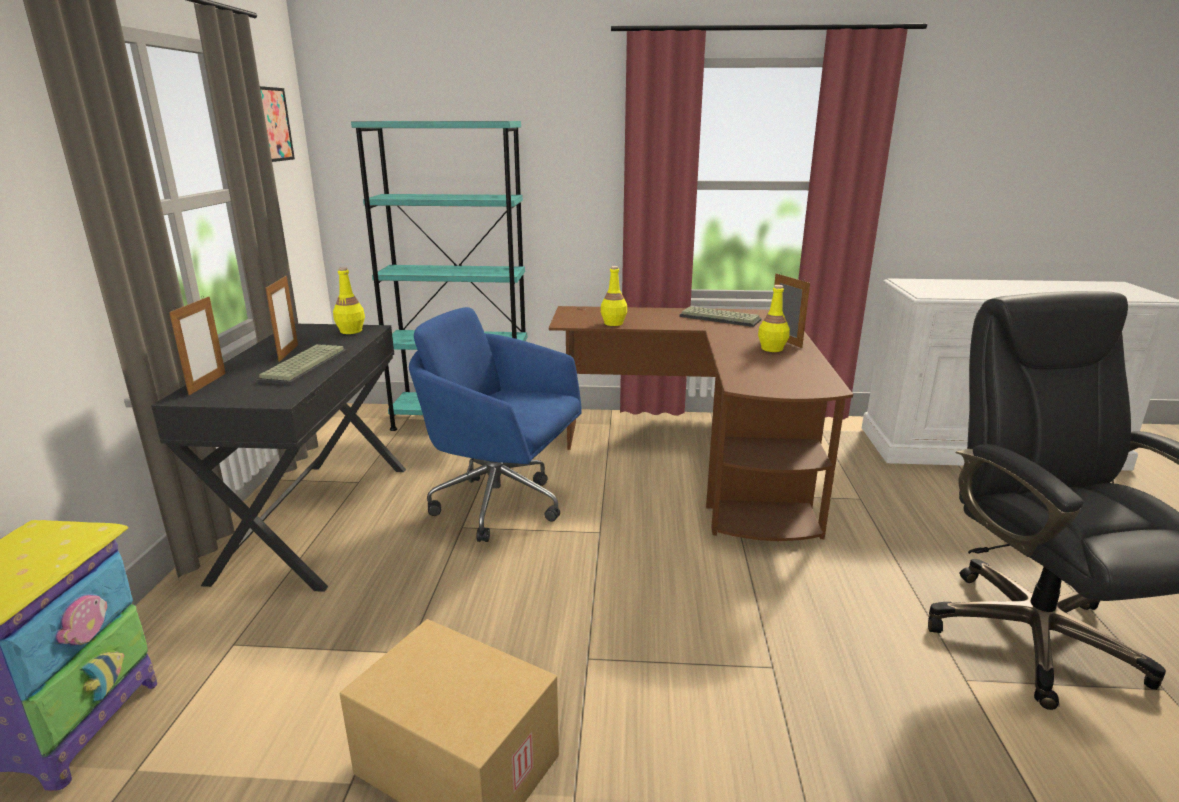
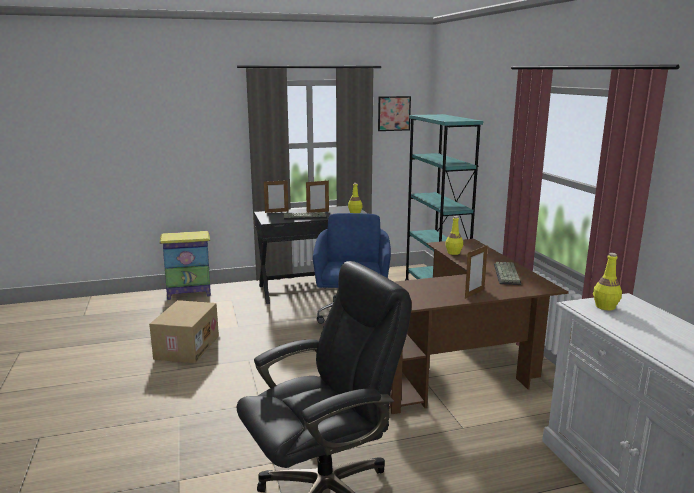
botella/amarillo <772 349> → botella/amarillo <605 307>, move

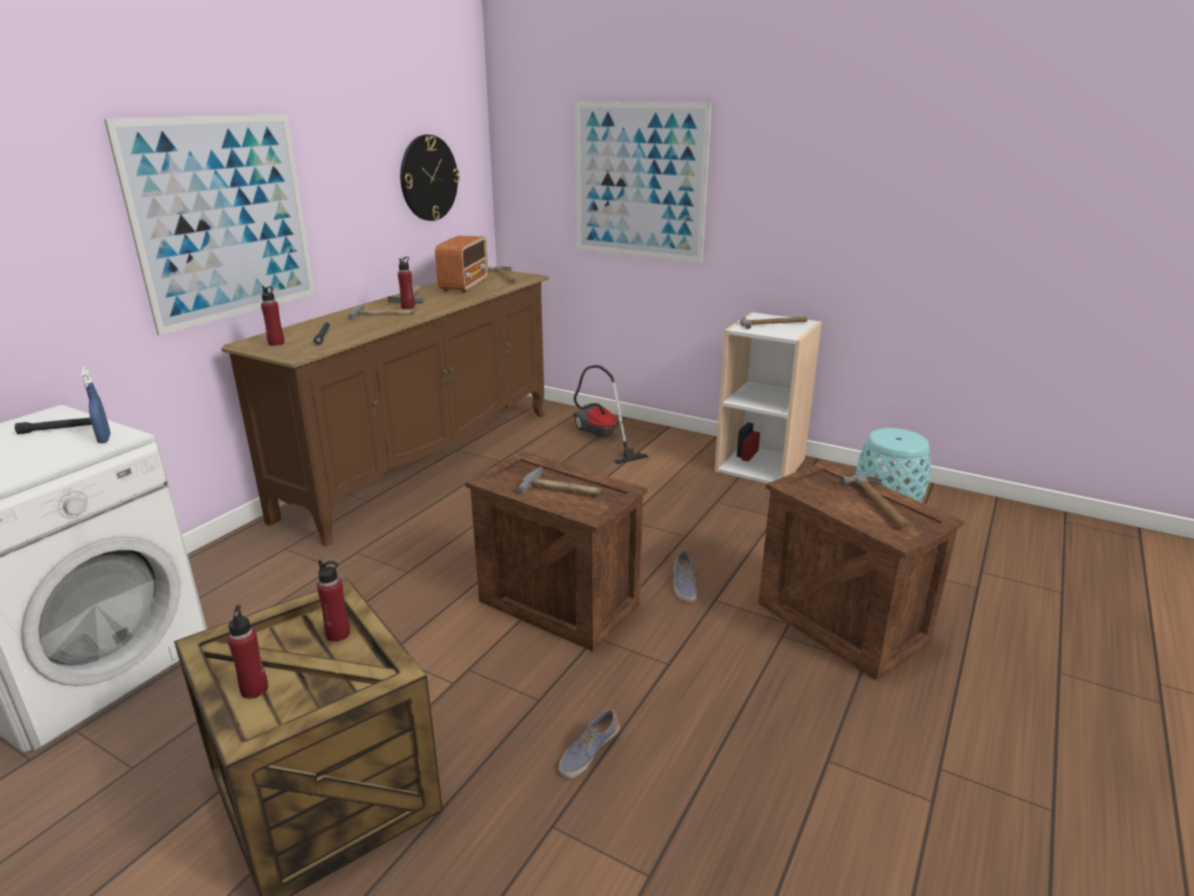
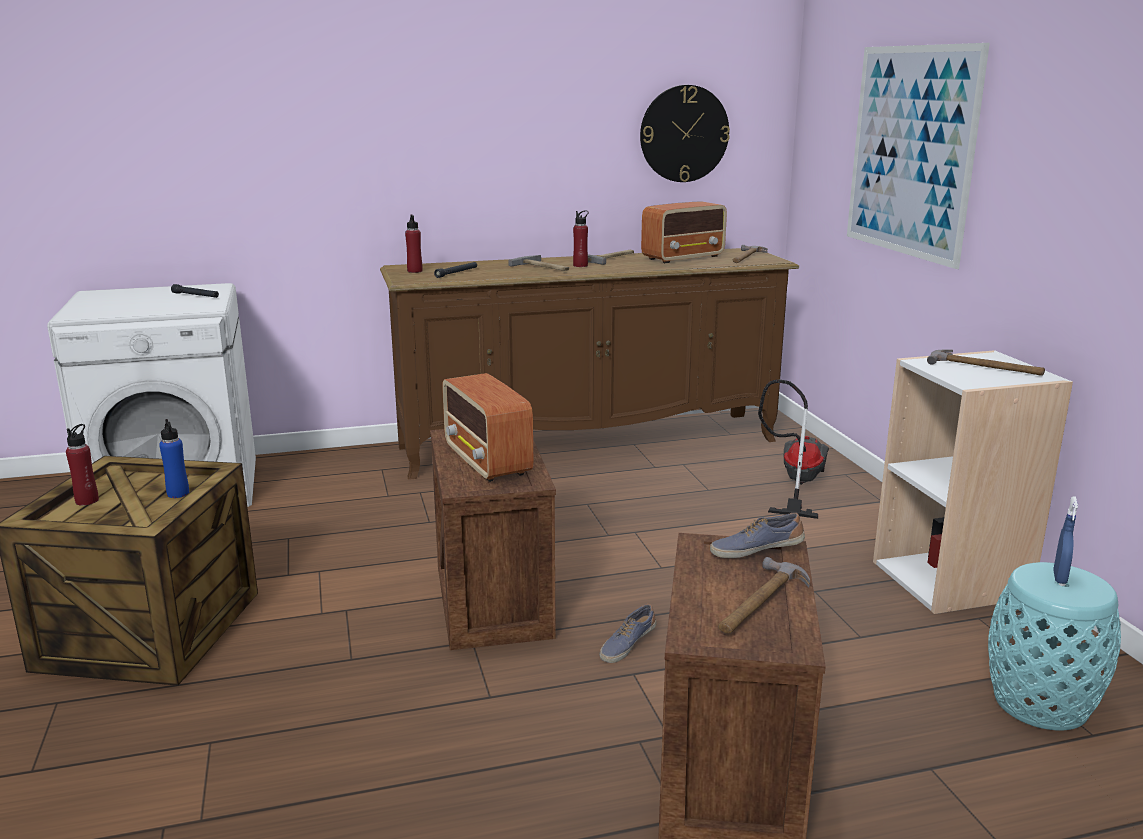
botella/rojo <338 634> → botella/azul <178 494>
martillo <563 488> → radio <487 461>
zapato <588 752> → zapato <756 550>, move
pulverizador/azul <104 439> → pulverizador/azul <1059 577>, move
cuadro <224 219> → -

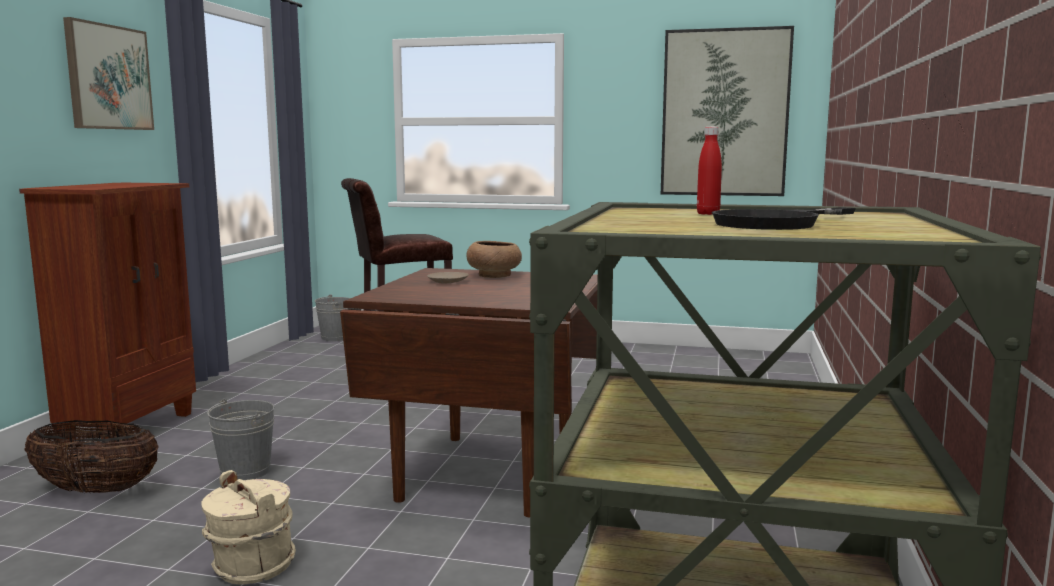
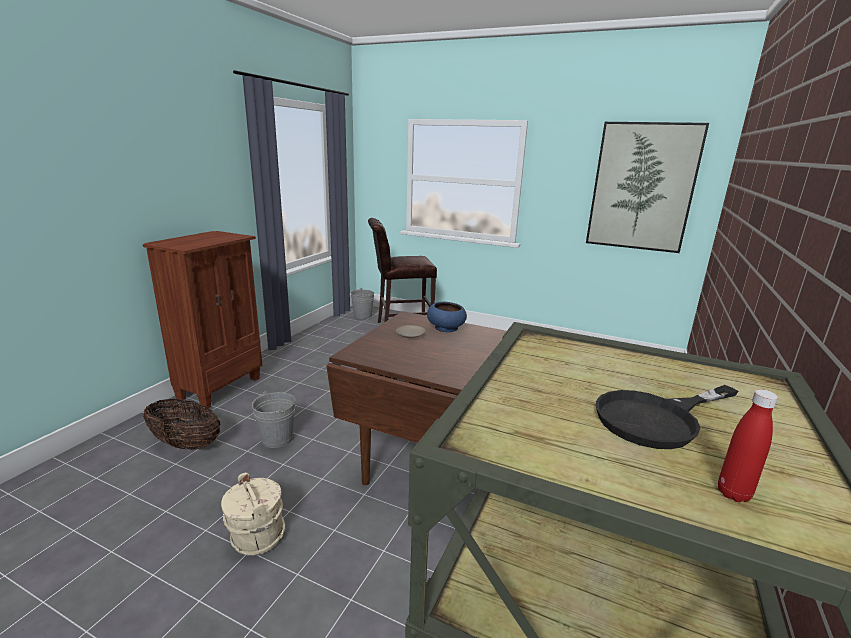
cuenco/marrón <494 275> → cuenco/azul <446 328>
botella/rojo <708 214> → botella/rojo <733 493>, move
cuadro <108 77> → -

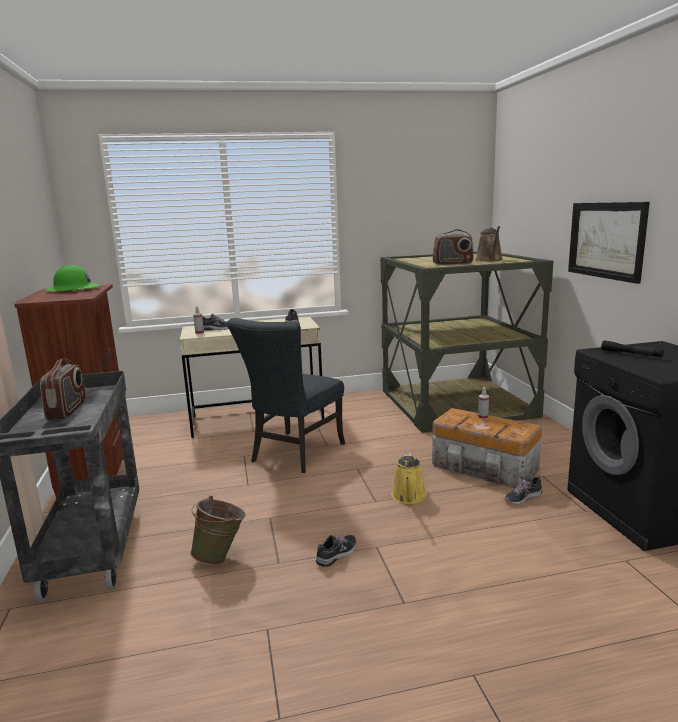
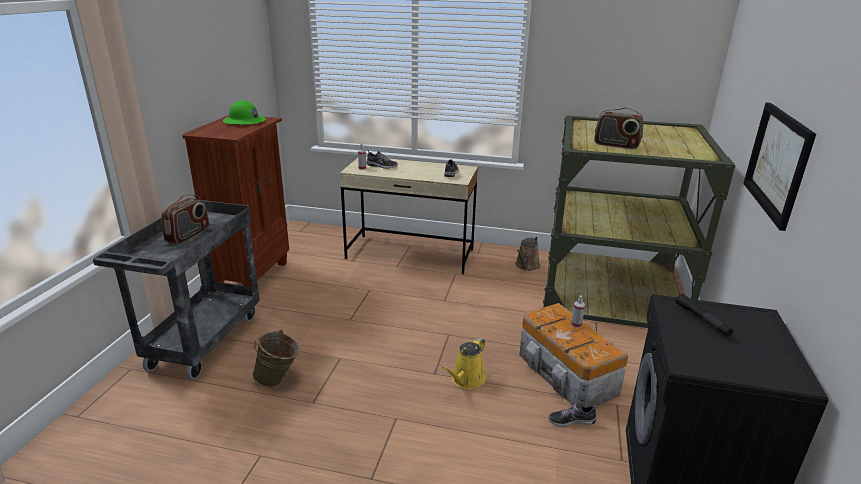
regadera/marrón <489 260> → regadera/marrón <526 266>, move
silla/gris <294 454> → -
zapato <337 554> → -

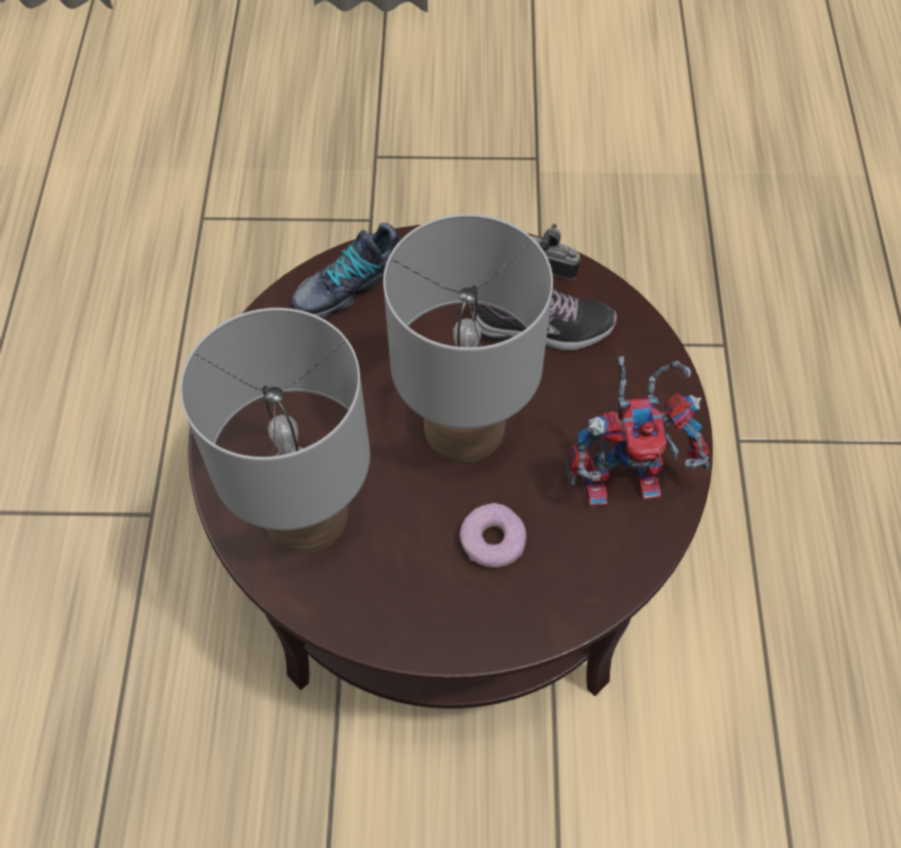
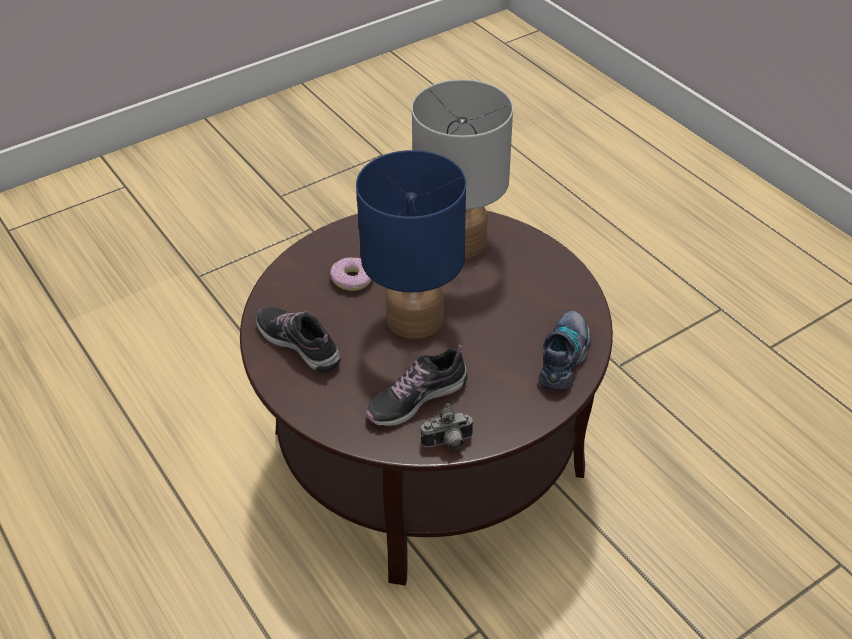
robot de juguete <626 476> → zapato <299 344>
lámpara de mesa/gris <464 427> → lámpara de mesa/azul <415 320>

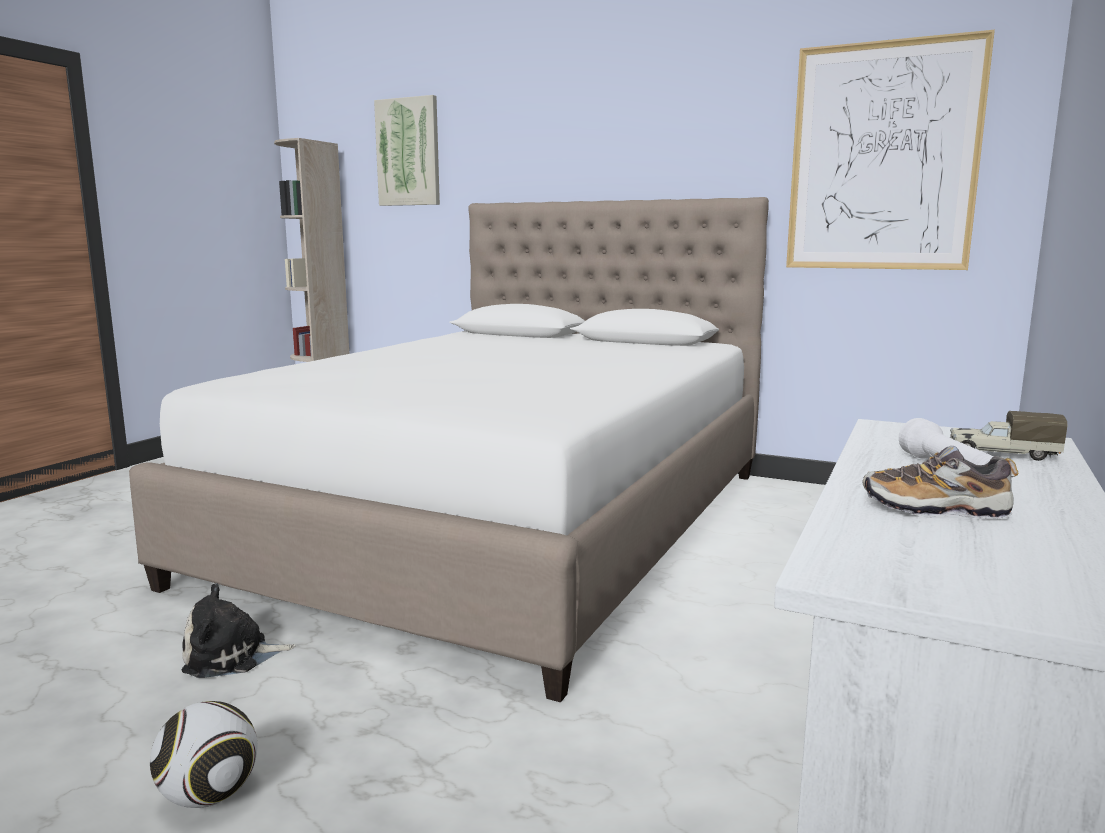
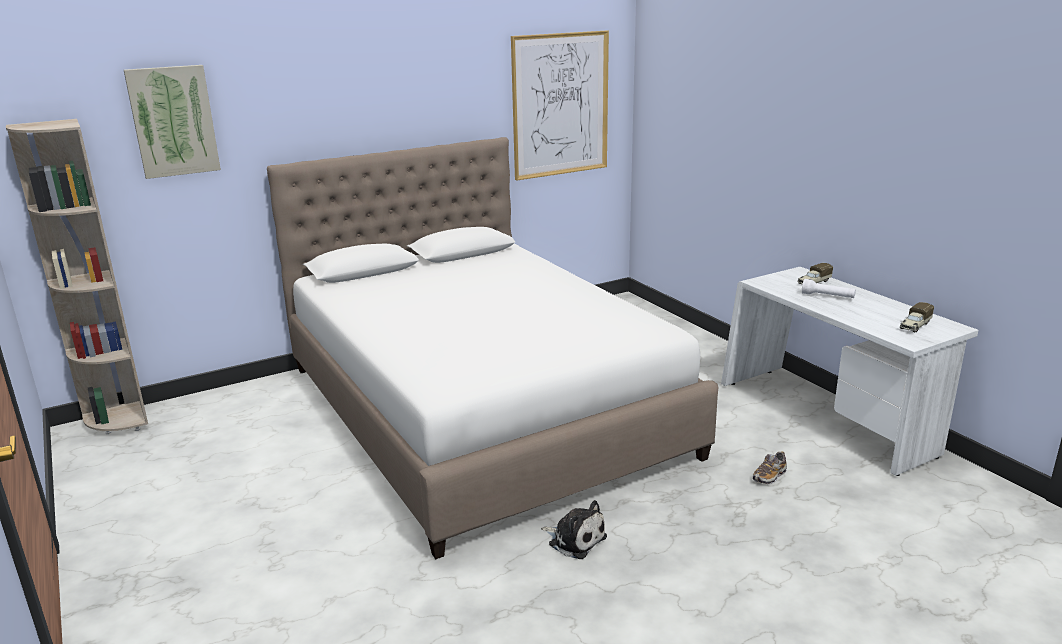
peluche <232 656> → peluche <575 539>, 75 degrees counterclockwise
zapato <935 510> → zapato <769 476>, move
- → camión de juguete <914 326>
balón de fútbol <209 796> → -

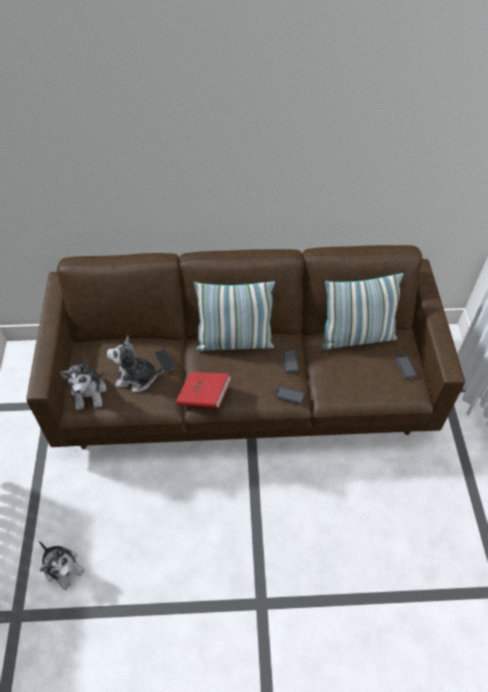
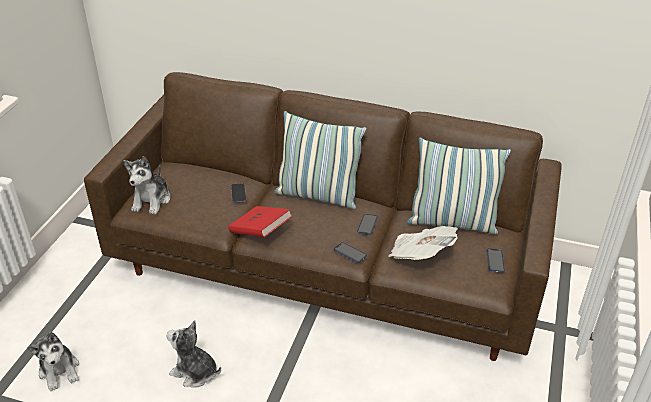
peluche <136 378> → peluche <195 372>, move
- → periódico <420 255>

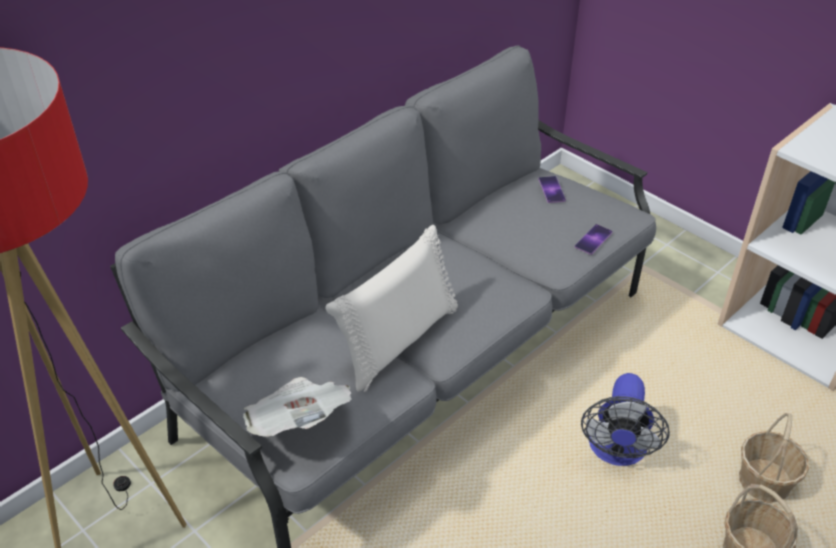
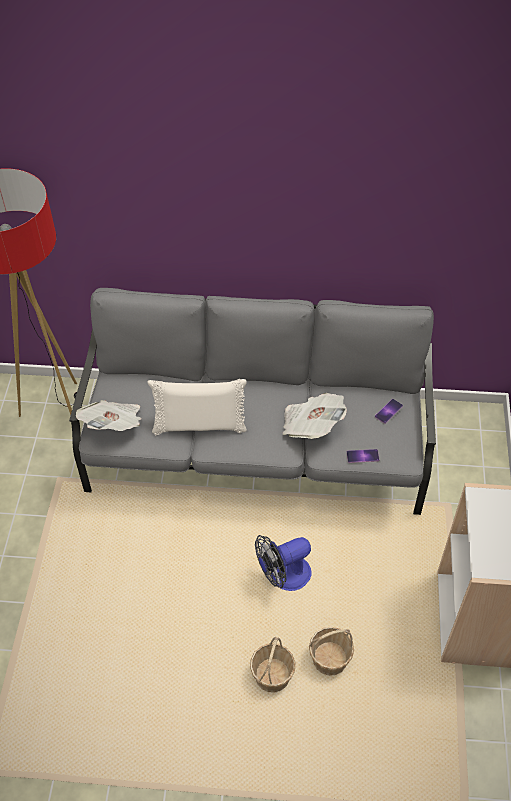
- → periódico <311 425>

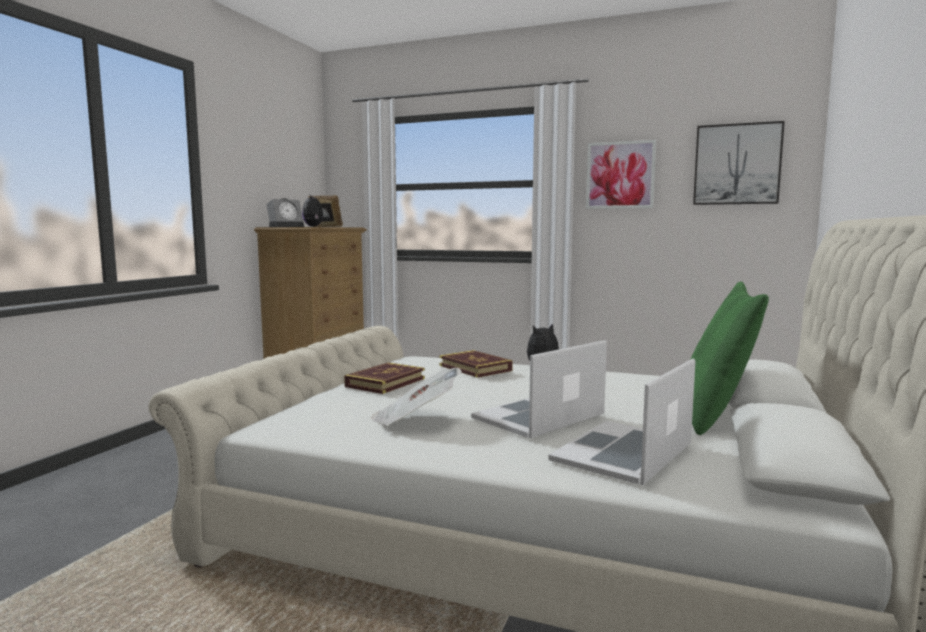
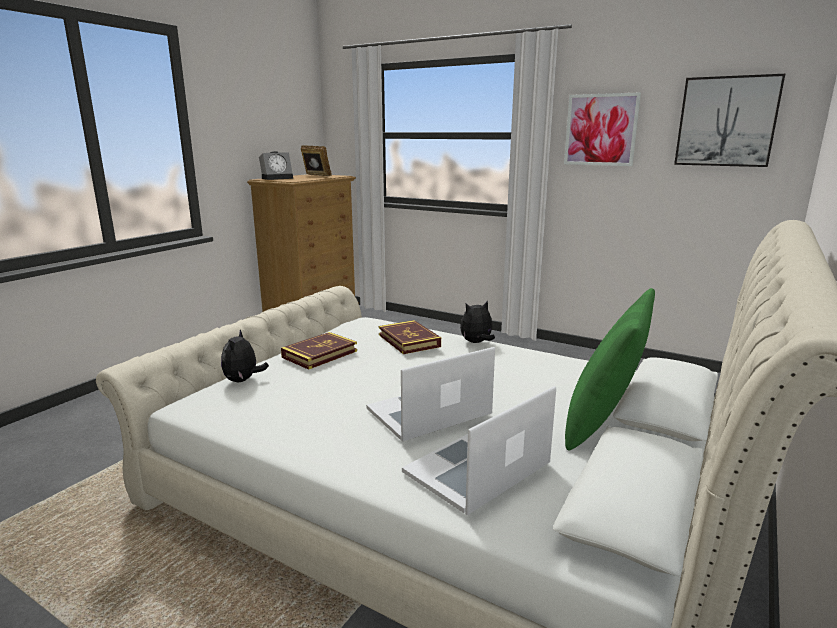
peluche <314 226> → peluche <243 380>, move
periódico <414 420> → -

